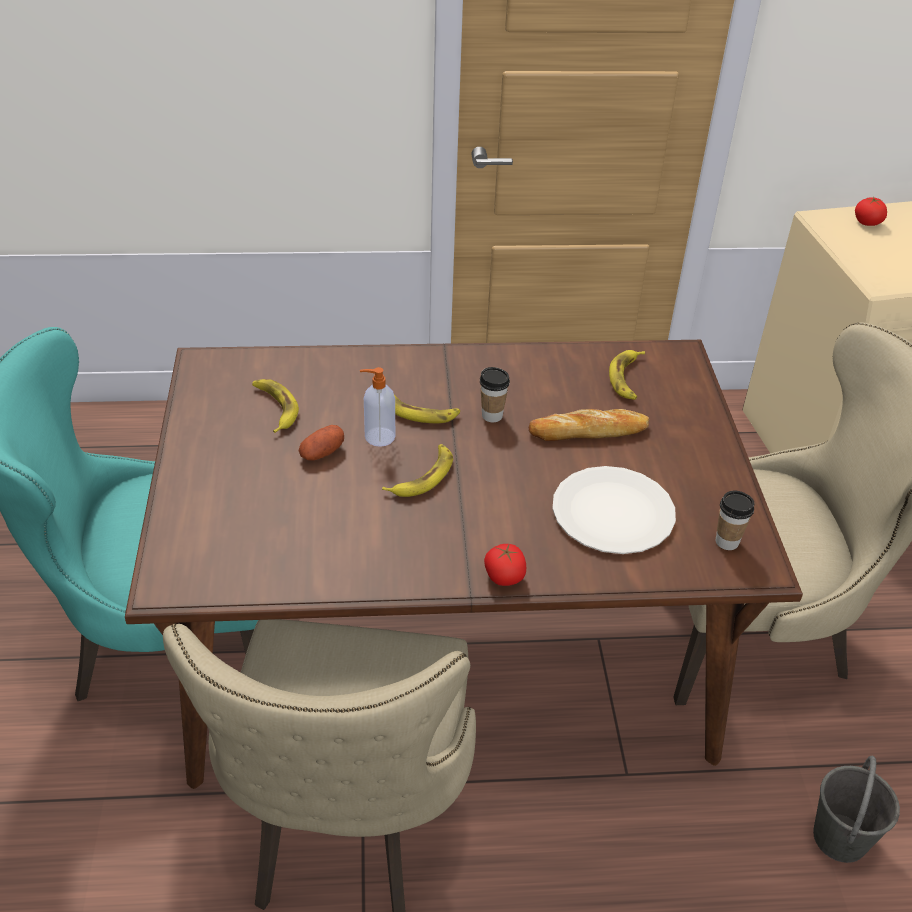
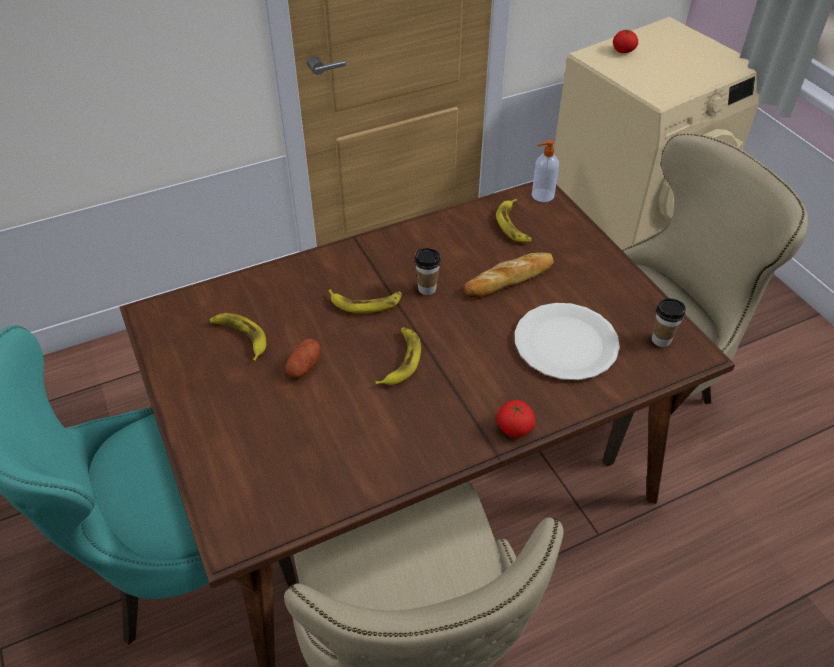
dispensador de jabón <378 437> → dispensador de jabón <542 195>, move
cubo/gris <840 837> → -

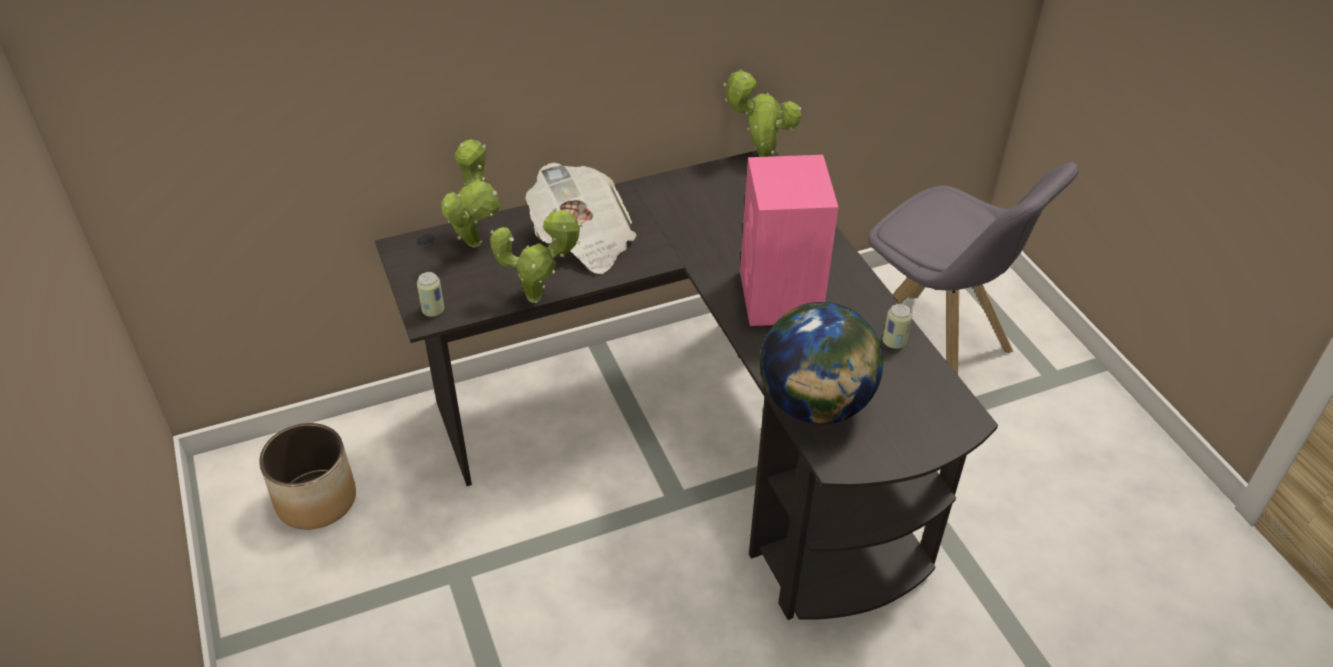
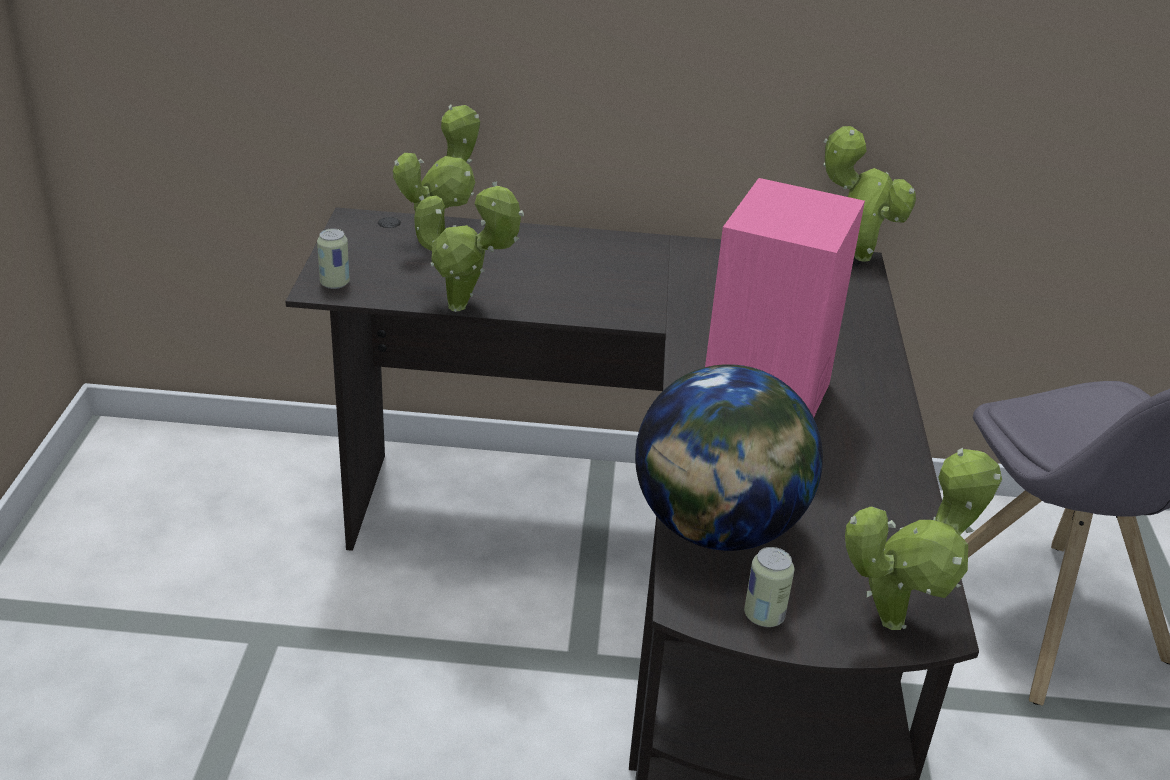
lata <894 342> → lata <764 616>, move
- → planta en maceta <899 617>
maceta <317 499> → -
periódico <583 240> → -

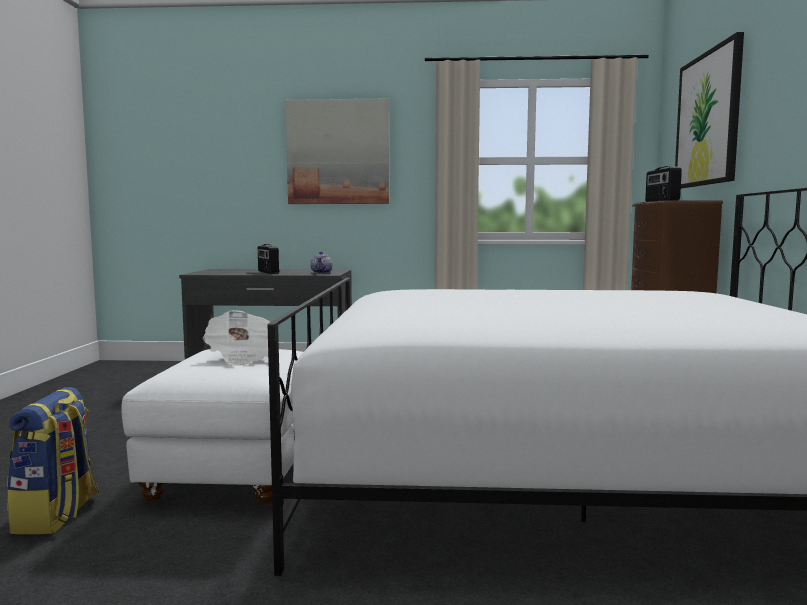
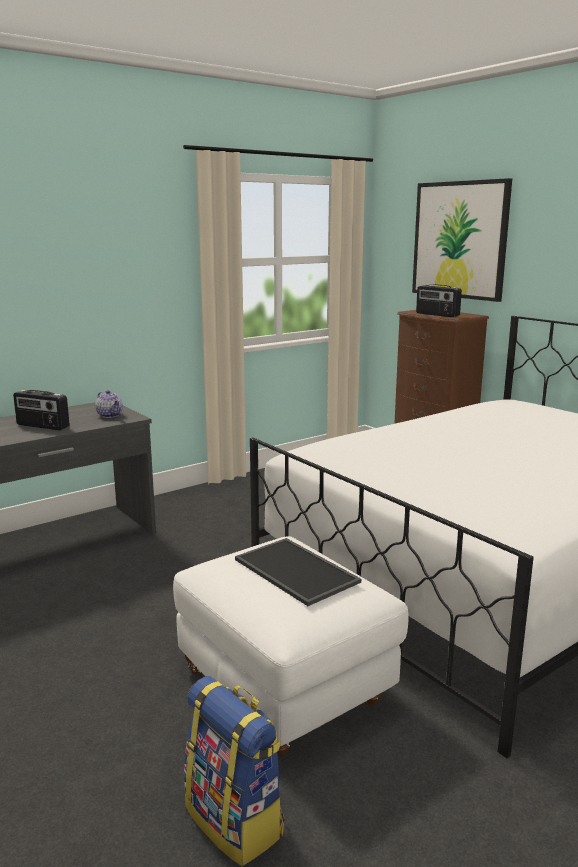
periódico <241 357> → bandeja <298 570>
cuadro <338 152> → -

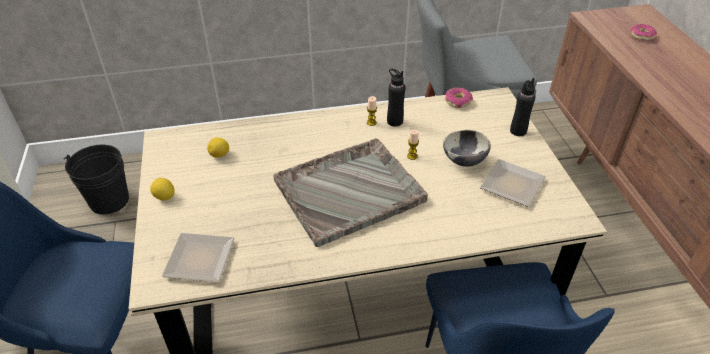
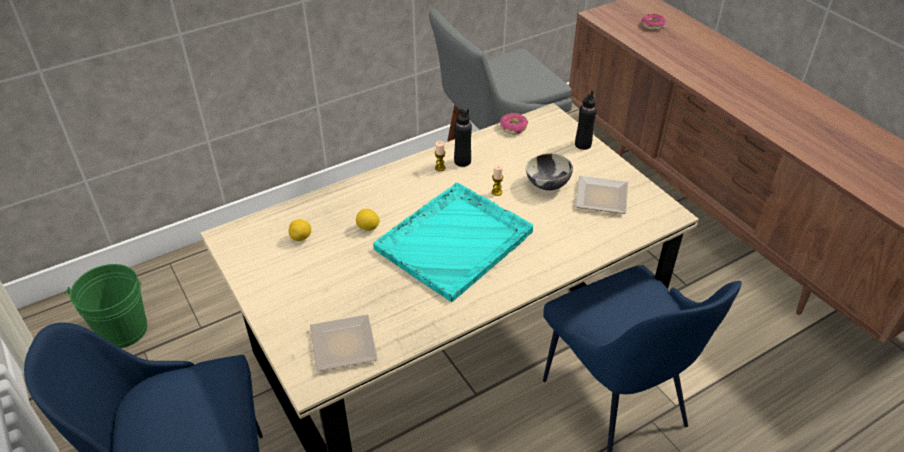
cubo/negro <109 200> → cubo/verde <123 330>
limón <164 197> → limón <368 228>, move
bandeja/gris <350 191> → bandeja/turquesa <455 240>

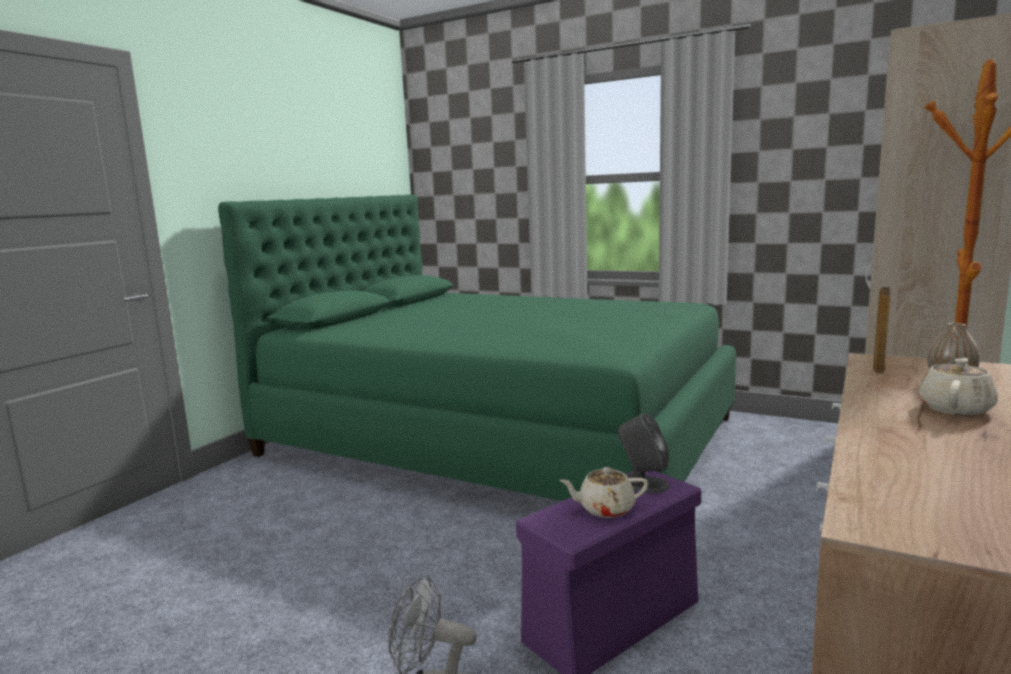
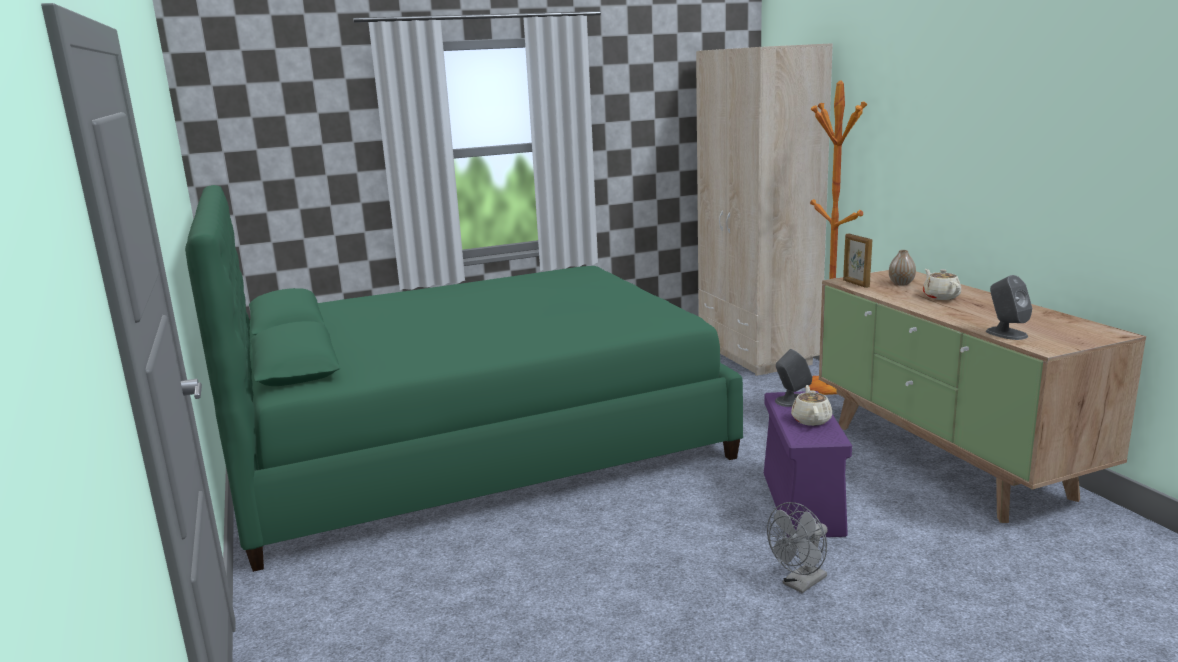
tetera/beis <605 509> → tetera/beis <811 420>, 150 degrees clockwise
- → altavoz/gris <1006 333>

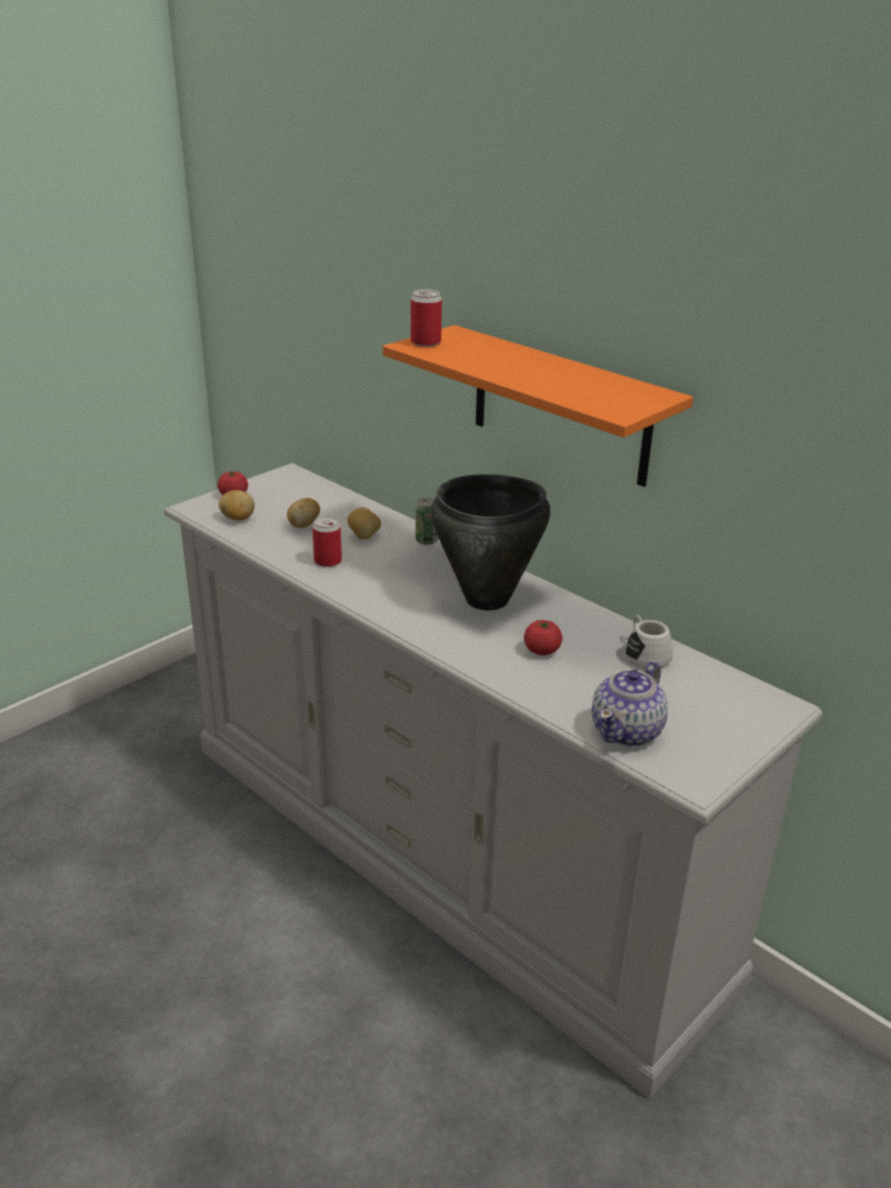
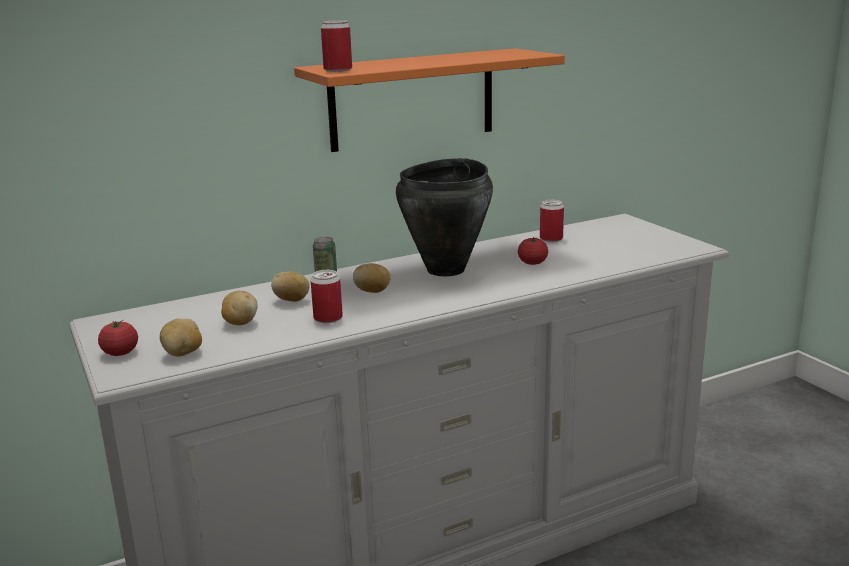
- → patata <372 292>
taza grande/blanco <644 654> → lata <551 239>
tetera <627 731> → -

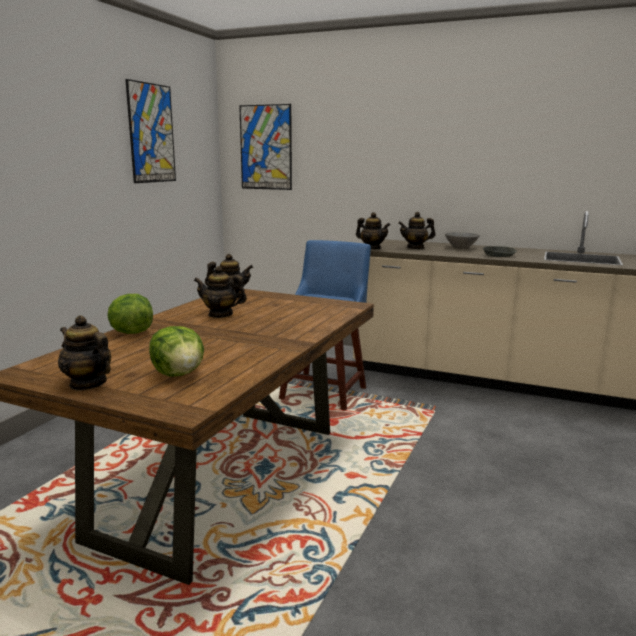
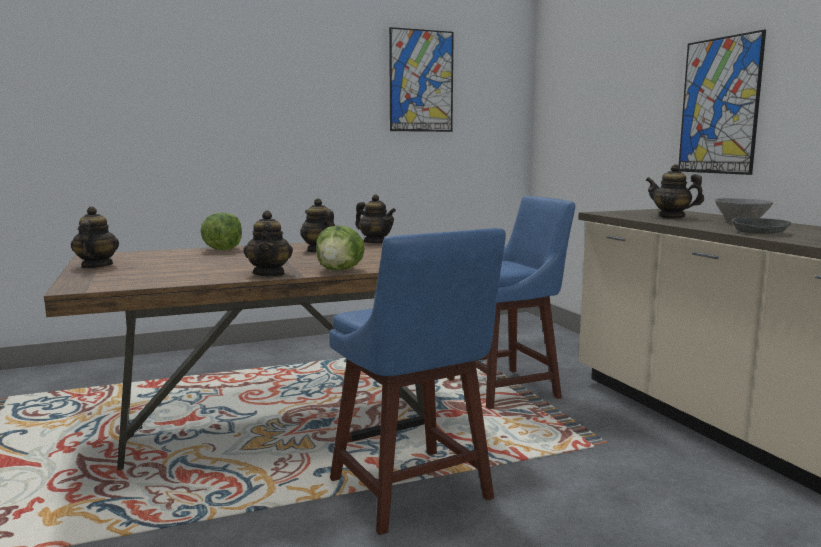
tetera <372 248> → tetera <269 274>, move
lechuga <179 374> → lechuga <340 270>, move
- → silla/azul <413 493>
cuadro <266 147> → cuadro <719 106>, move

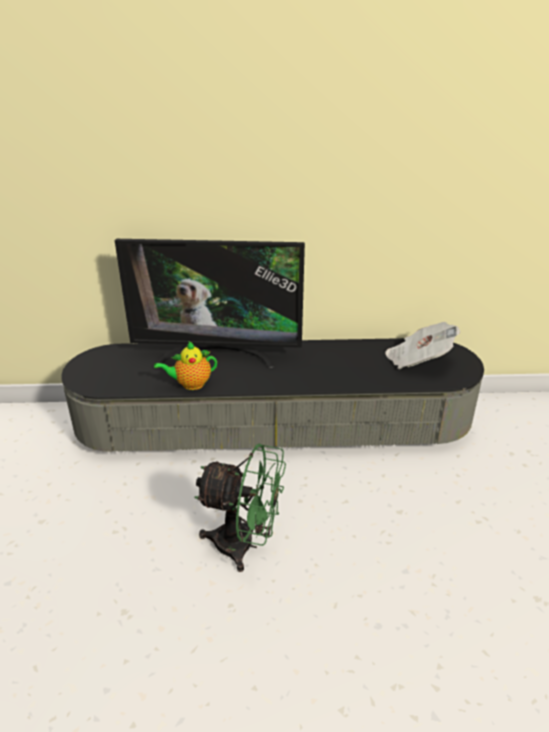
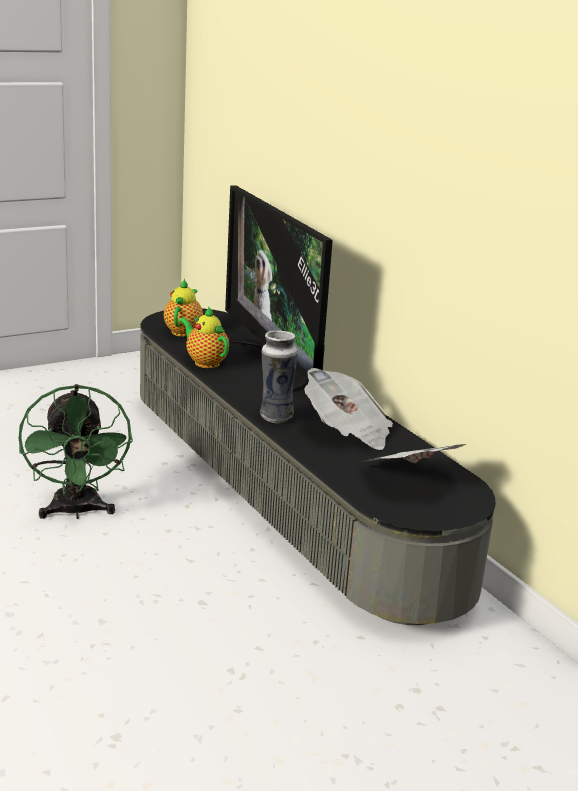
- → tetera <183 331>
- → florero <275 417>
- → periódico <347 431>

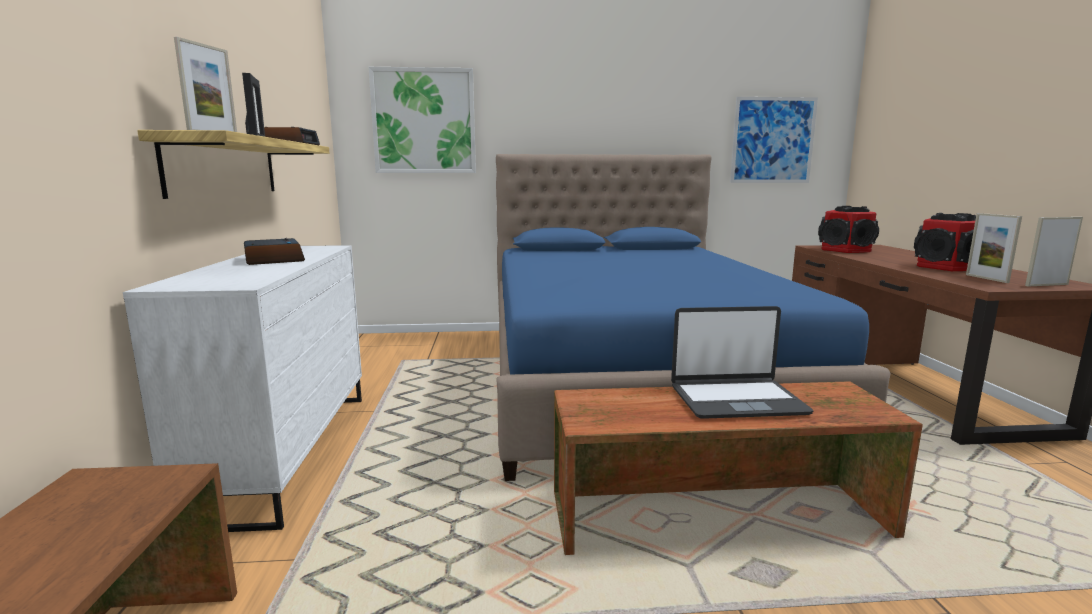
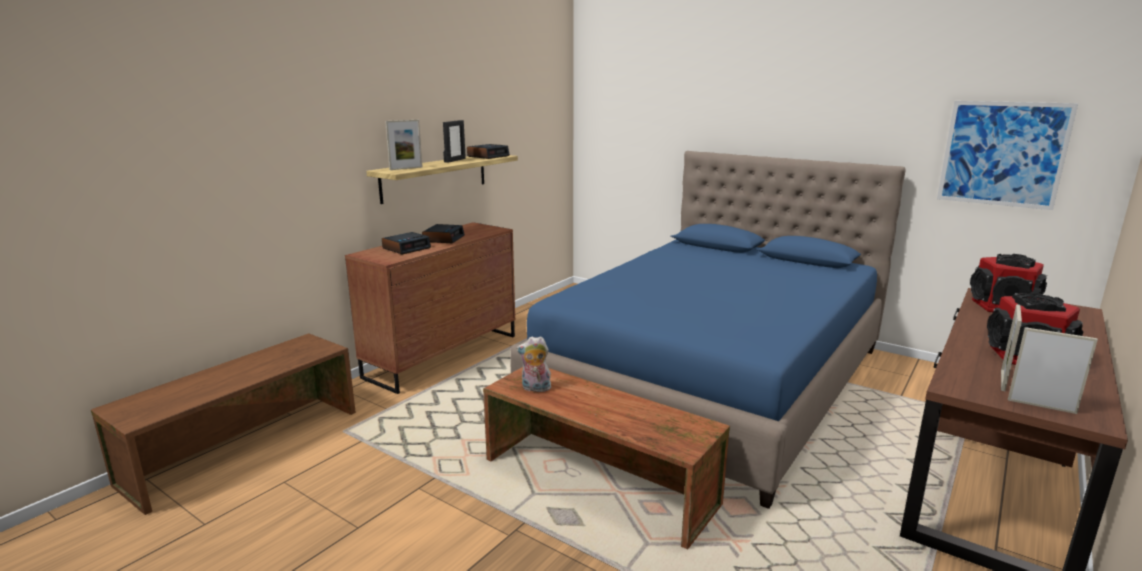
cómoda/blanco <285 452> → cómoda/marrón <442 355>
- → despertador <406 248>
- → peluche <535 389>
cuadro <424 121> → -
portátil <736 400> → -

